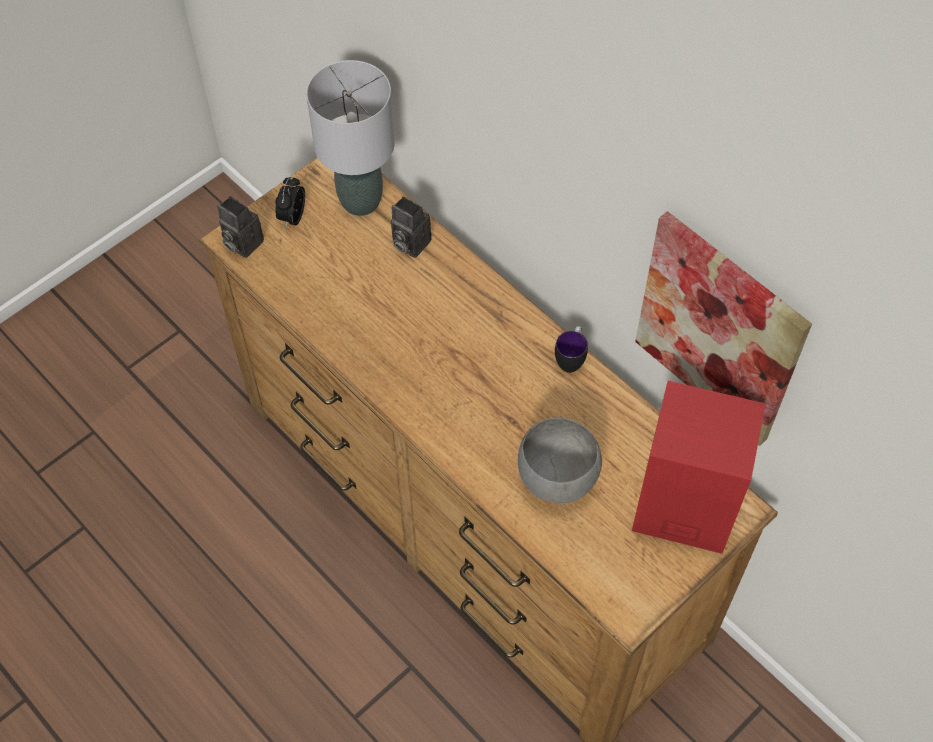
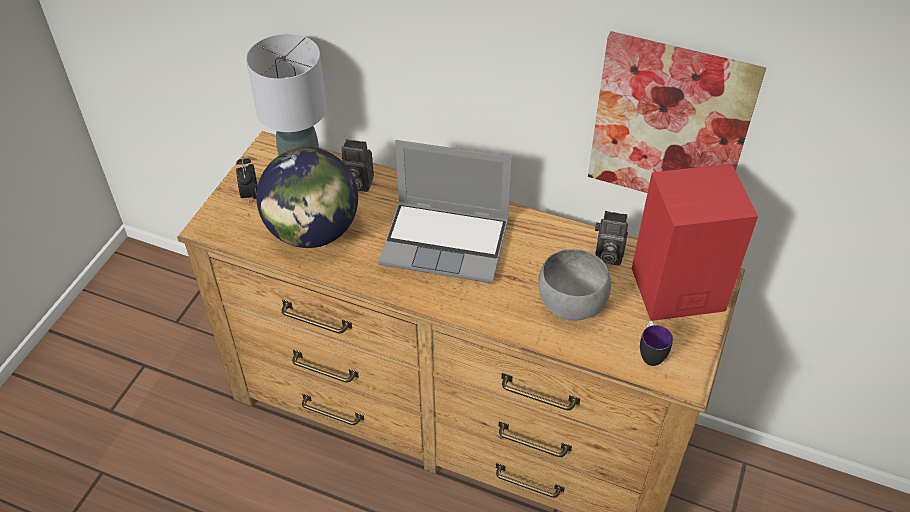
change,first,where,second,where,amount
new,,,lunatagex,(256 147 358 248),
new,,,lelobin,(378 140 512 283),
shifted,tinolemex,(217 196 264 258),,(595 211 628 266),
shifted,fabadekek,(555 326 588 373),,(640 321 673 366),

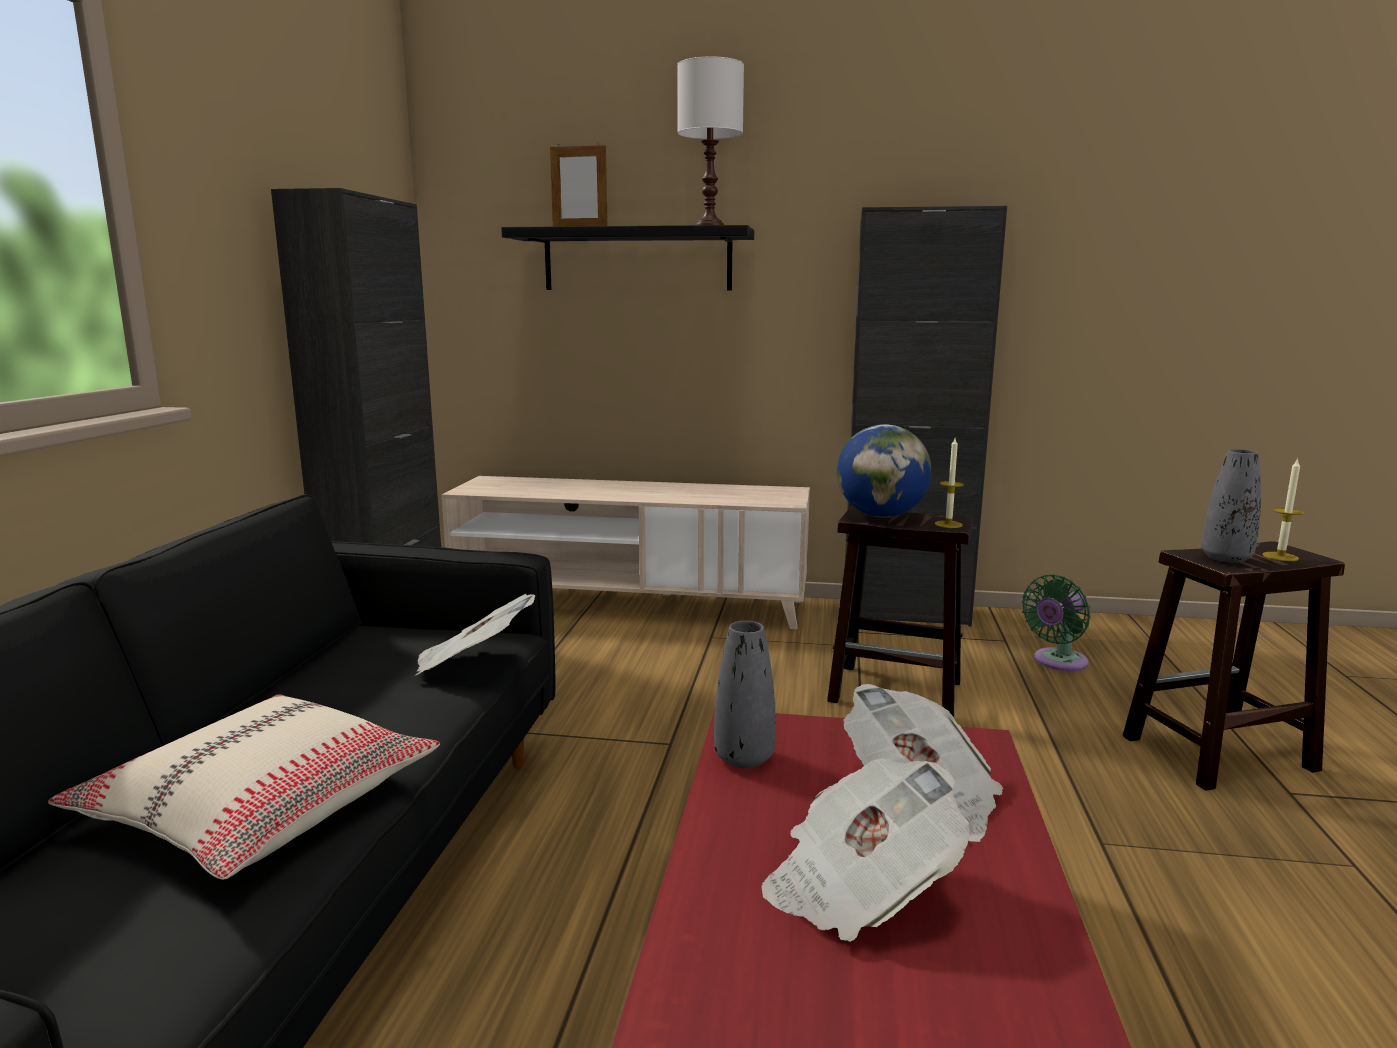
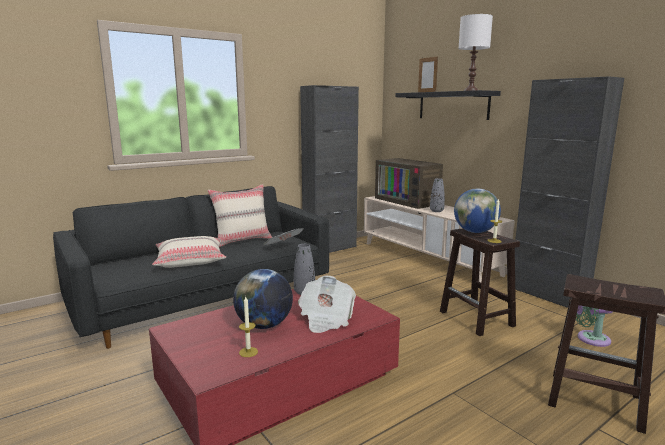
change,first,where,second,where,amount
new,,,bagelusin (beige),(208 184 272 247),
swapped,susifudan,(761 758 970 942),lunatagex,(233 269 293 329),
shifted,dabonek,(1262 458 1304 561),,(239 297 258 357),
new,,,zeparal,(375 158 443 209),
shifted,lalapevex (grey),(1201 449 1261 563),,(430 178 445 212),

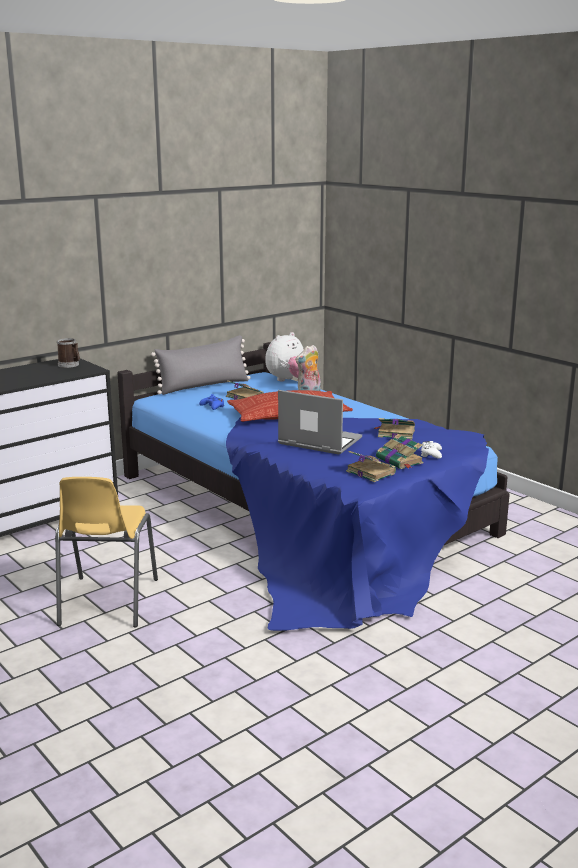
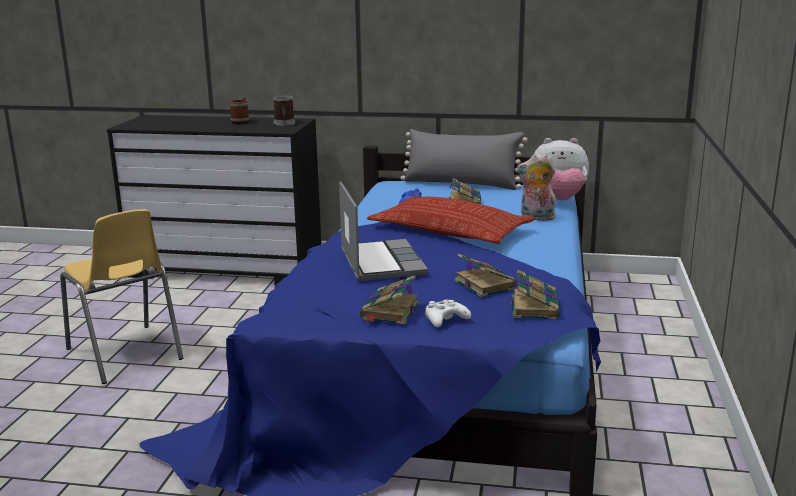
change,first,where,second,where,amount
rotated,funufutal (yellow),(55 477 158 627),,(60 209 183 384),90 degrees counterclockwise
new,,,fabadekek,(230 97 250 124),
shifted,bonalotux,(346 451 396 482),,(511 270 560 319),

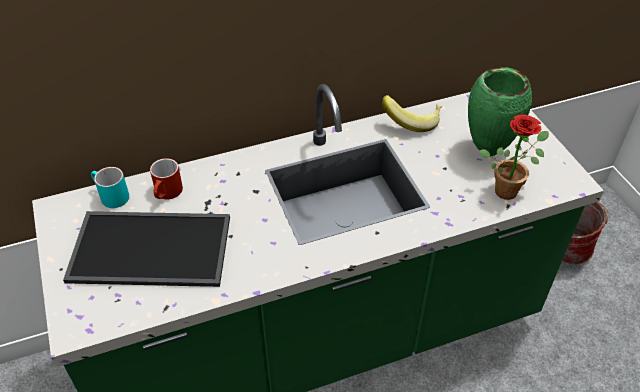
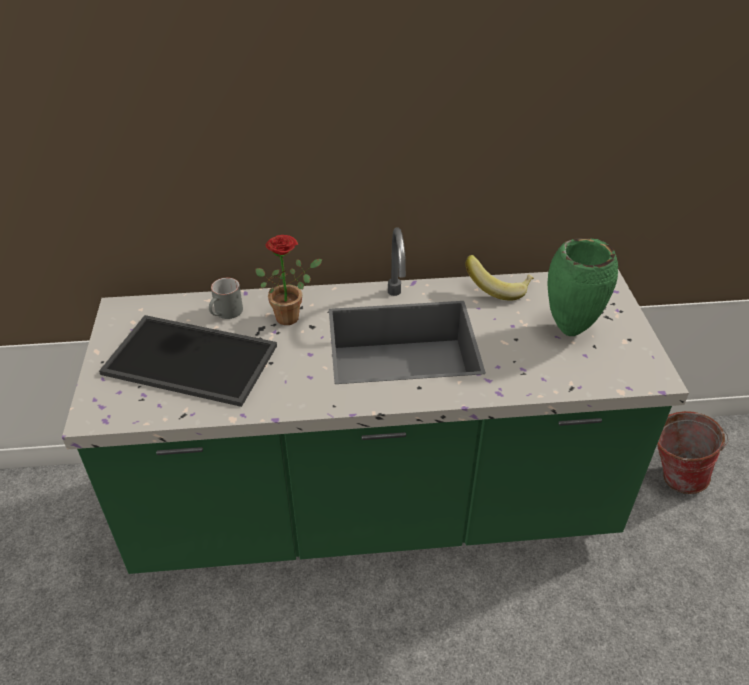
change,first,where,second,where,amount
repainted,fabadekek (red),(150 158 183 199),fabadekek (grey),(209 278 243 319),
shifted,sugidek,(479 115 549 200),,(255 235 322 325),
gone,fabadekek (turquoise),(91 167 129 208),,,

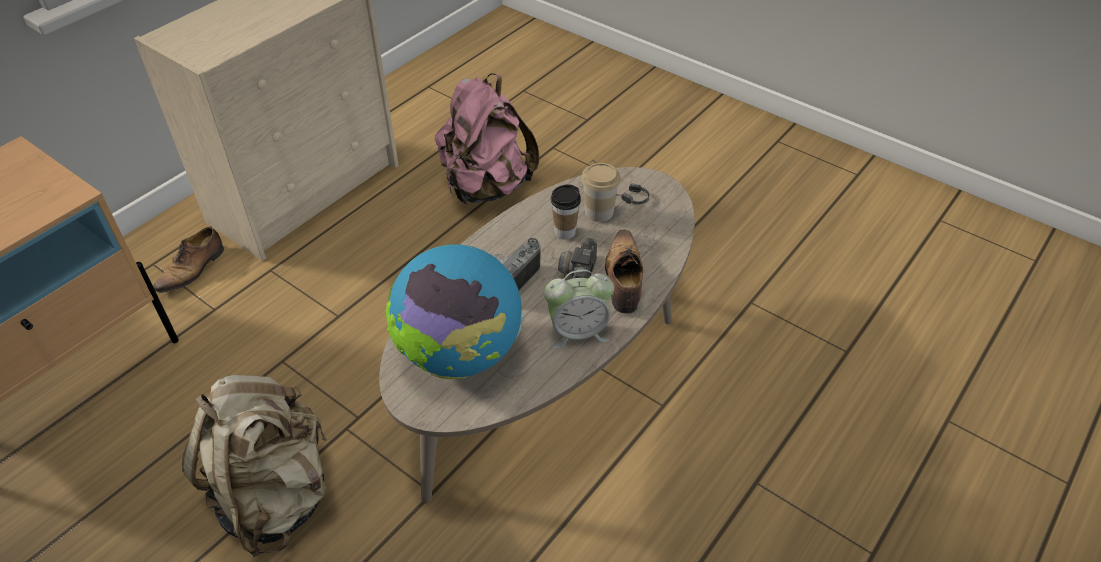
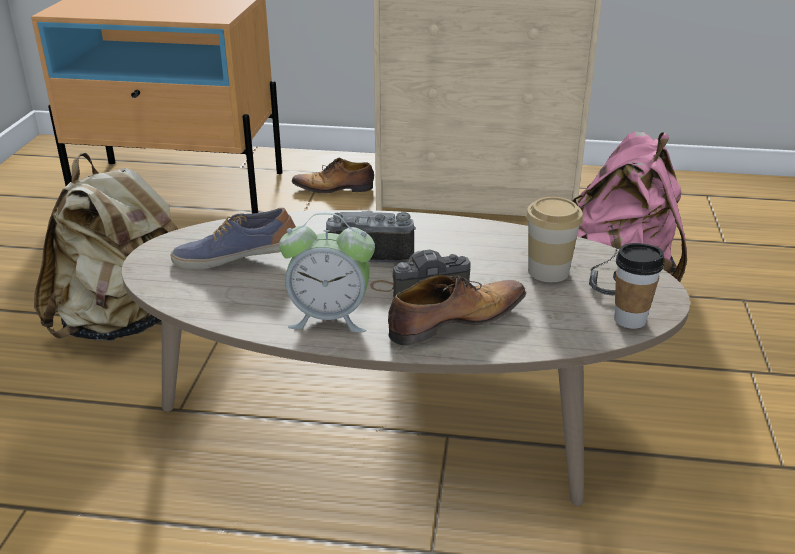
change,first,where,second,where,amount
swapped,lunatagex,(386 244 524 379),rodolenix,(170 208 296 270),
rotated,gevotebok,(544 270 614 349),,(279 213 375 332),45 degrees counterclockwise
shifted,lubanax,(551 184 581 239),,(614 243 664 329),

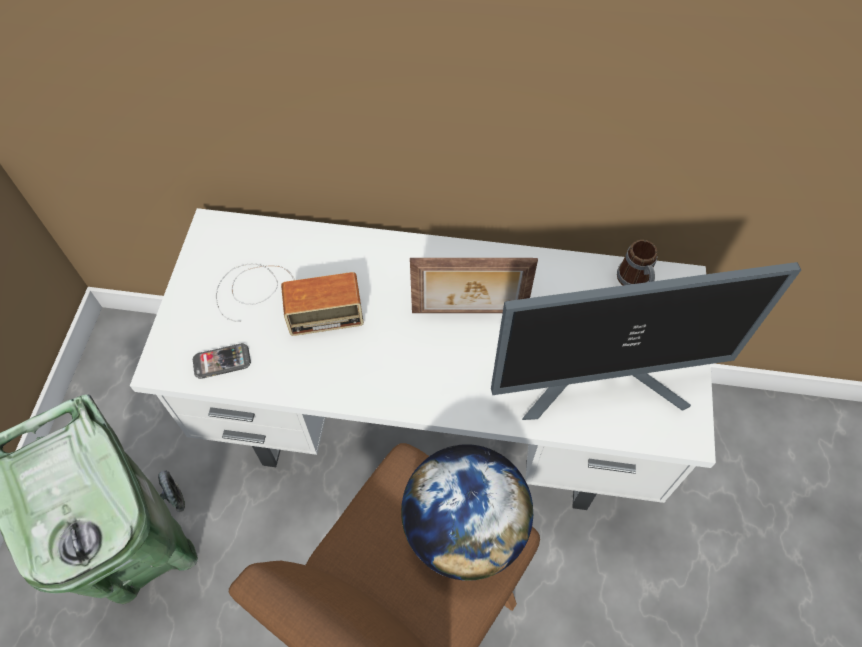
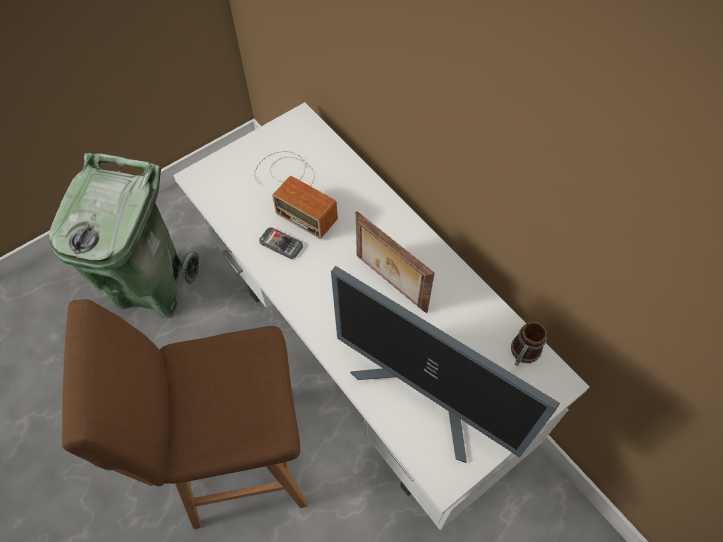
change,first,where,second,where,amount
shifted,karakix,(193 343 251 379),,(259 227 303 259),
gone,lunatagex,(401 444 533 581),,,

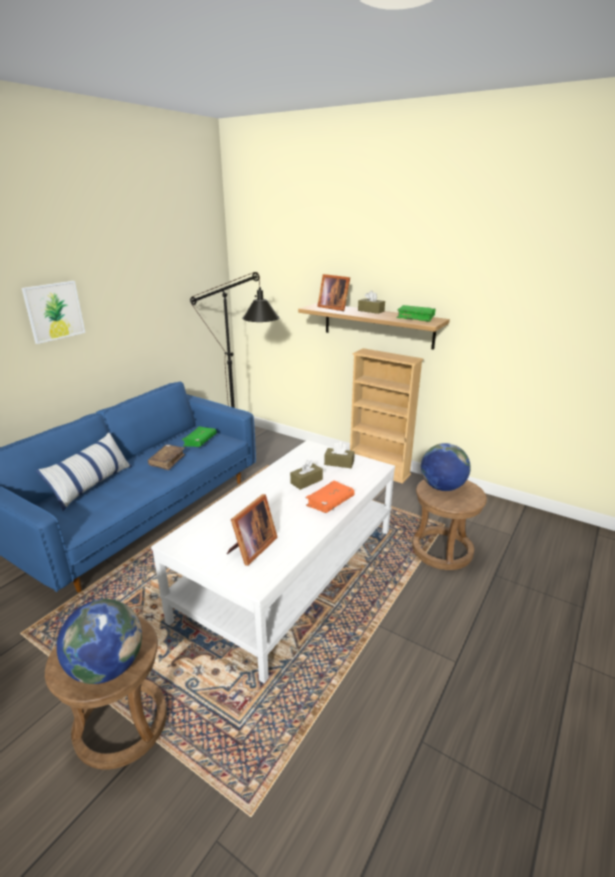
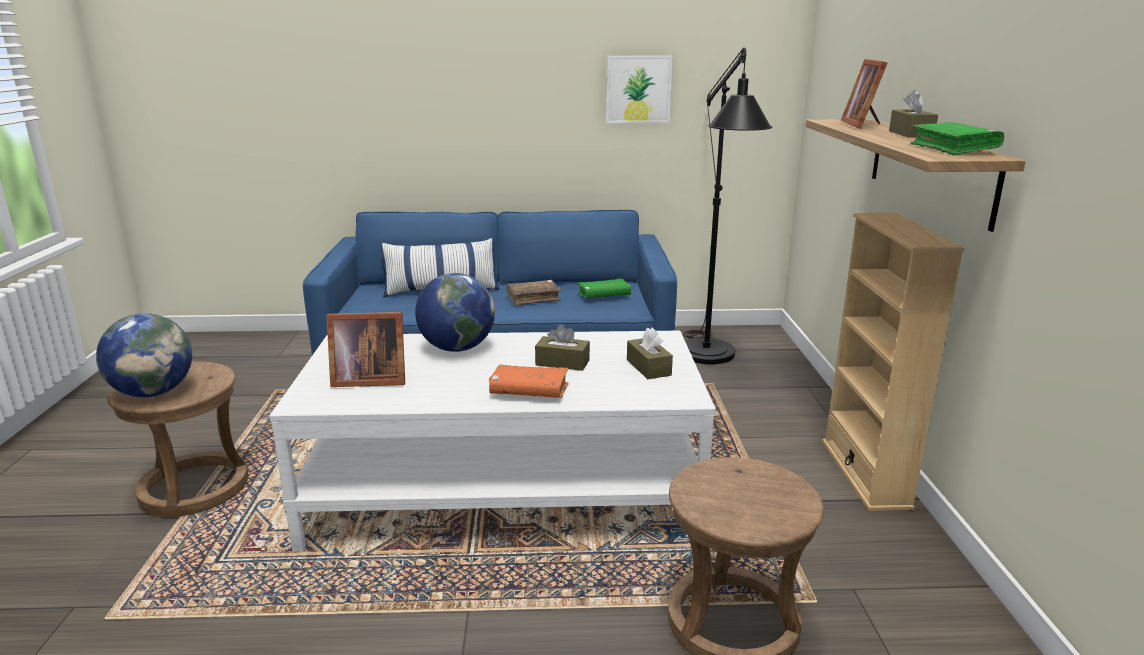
change,first,where,second,where,amount
shifted,lunatagex,(421 443 471 491),,(415 273 495 352),
shifted,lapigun,(22 281 85 344),,(606 56 673 123),

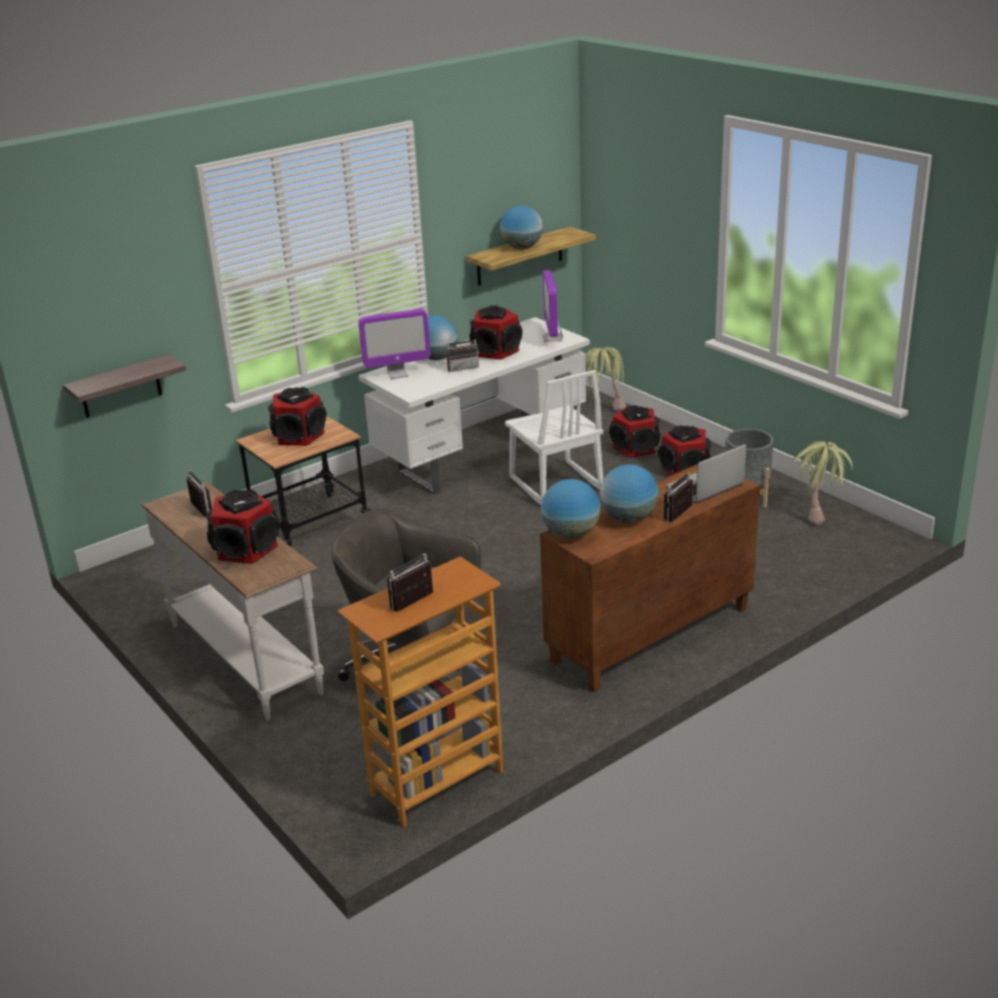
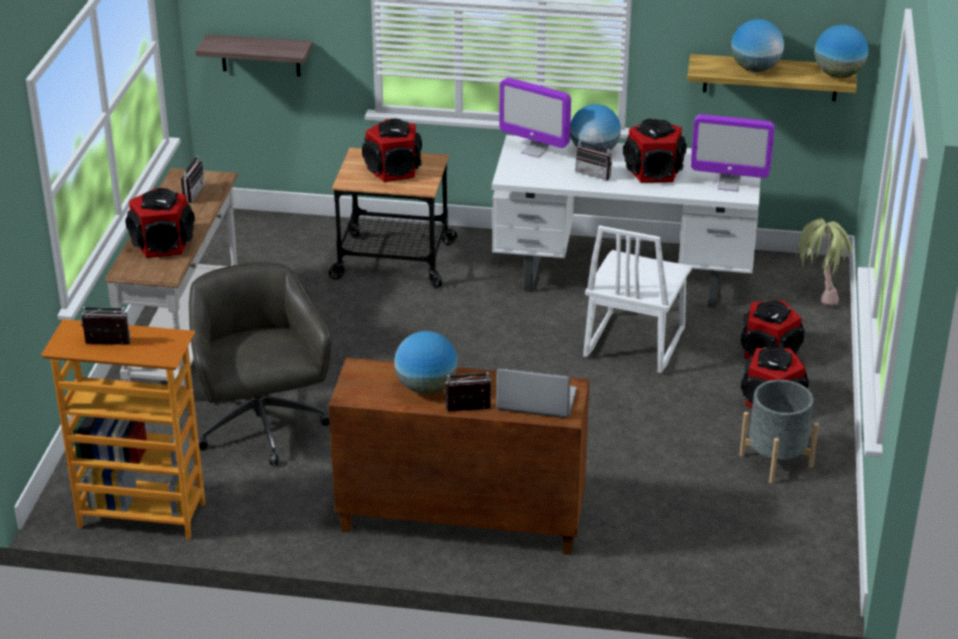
change,first,where,second,where,amount
rotated,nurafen,(543 270 563 342),,(691 114 775 192),120 degrees counterclockwise
shifted,lunatagex,(541 479 601 539),,(815 25 868 78),
gone,sugidek,(792 441 853 525),,,

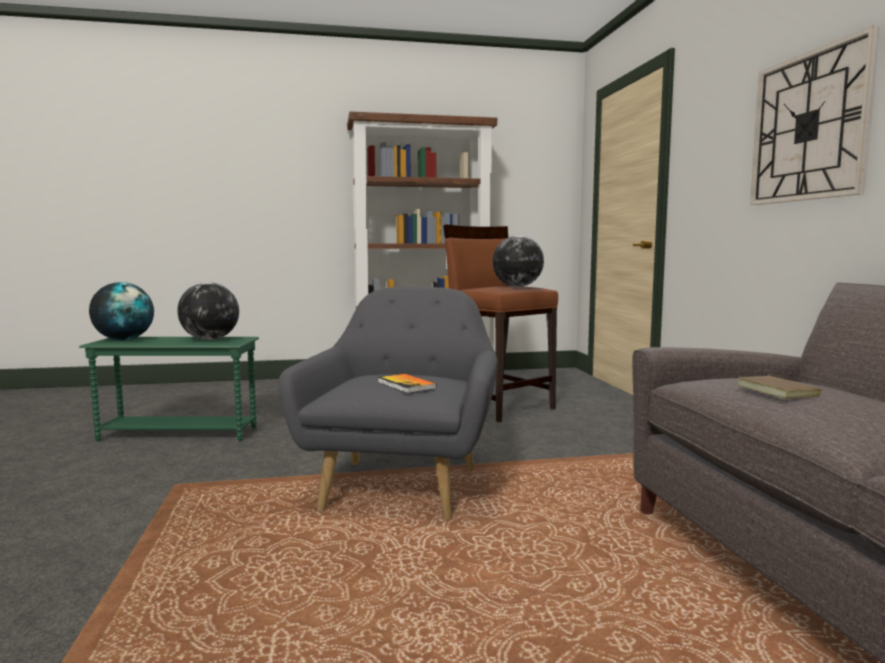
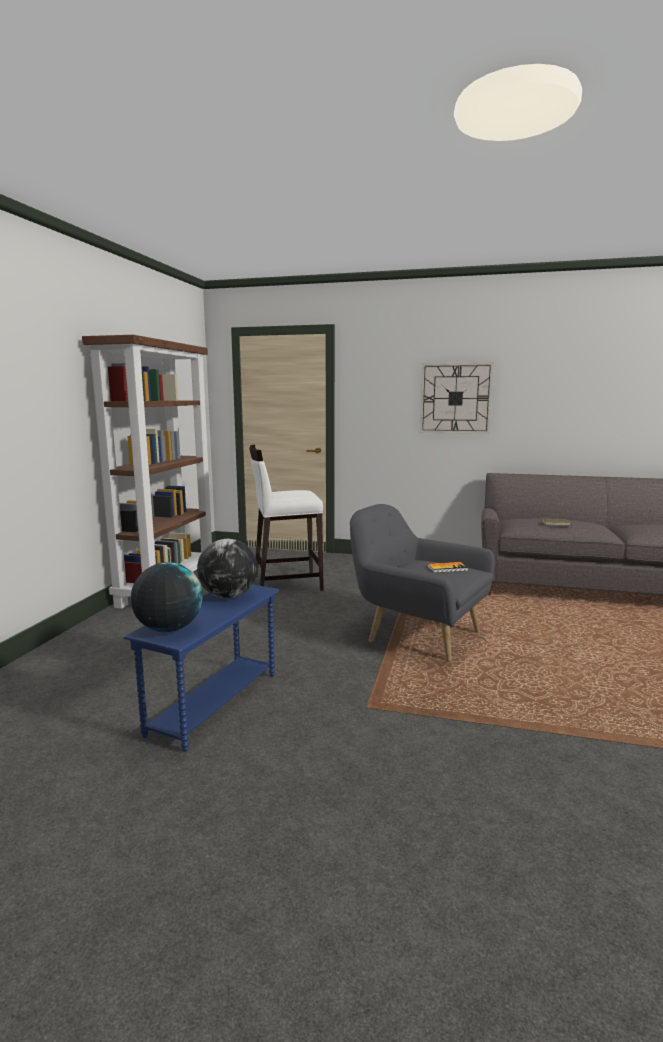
change,first,where,second,where,amount
repainted,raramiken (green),(79 337 259 442),raramiken (blue),(123 584 279 752),
repainted,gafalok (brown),(443 224 558 422),gafalok (white),(249 444 324 591),
gone,lunatagex,(492 235 544 287),,,

